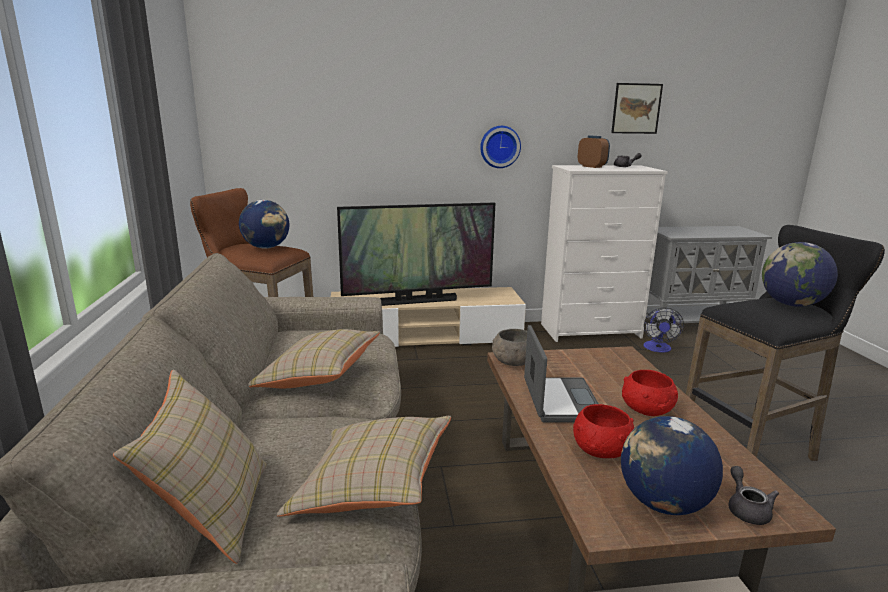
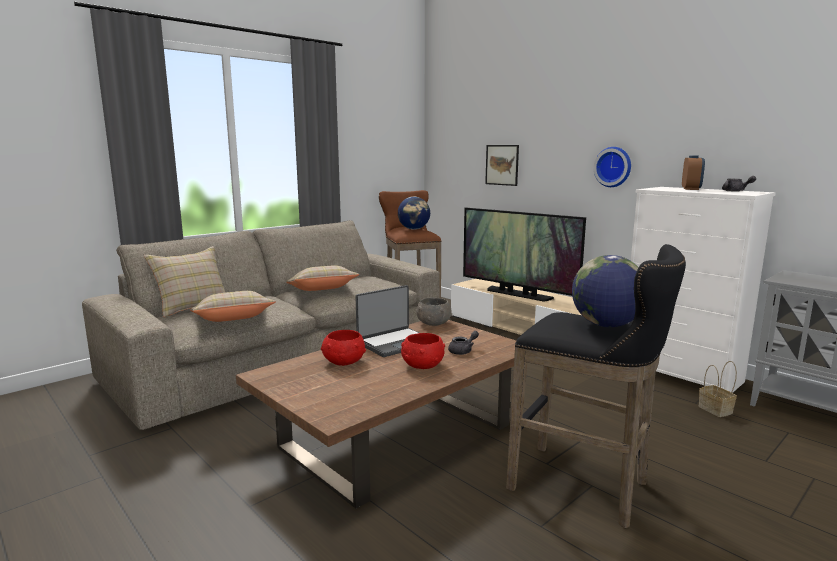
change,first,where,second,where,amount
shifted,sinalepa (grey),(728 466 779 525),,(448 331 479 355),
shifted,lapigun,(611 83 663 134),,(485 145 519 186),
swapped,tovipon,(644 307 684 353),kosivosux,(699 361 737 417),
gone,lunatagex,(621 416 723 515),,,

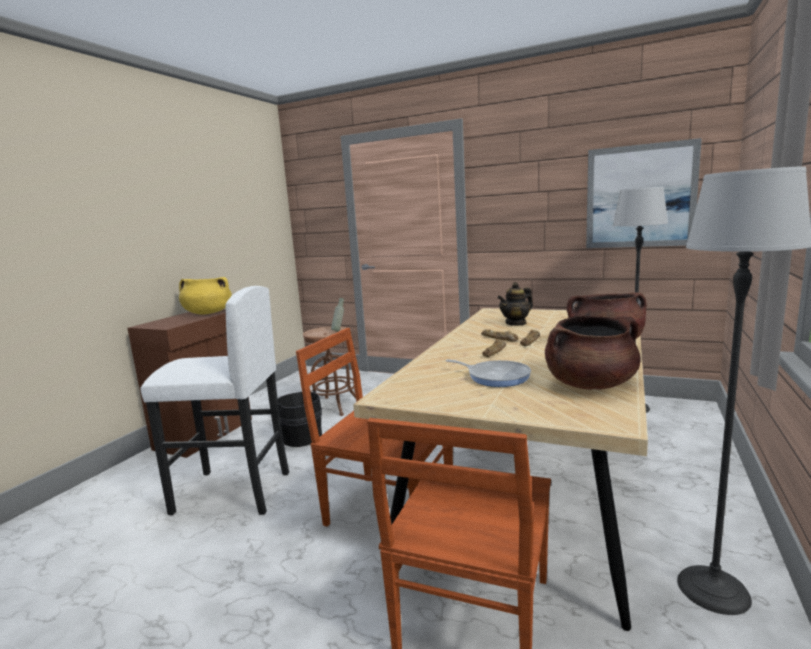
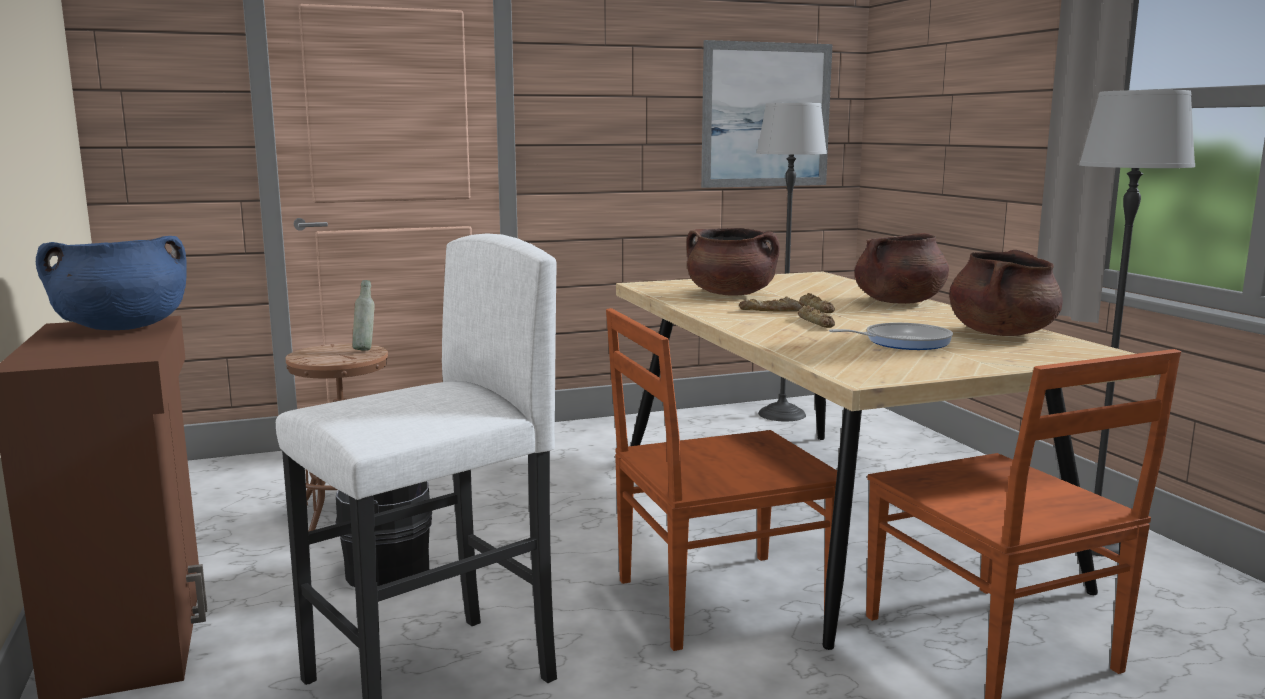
change,first,where,second,where,amount
repainted,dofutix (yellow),(179 277 232 314),dofutix (blue),(36 236 187 330),
swapped,sinalepa,(497 282 533 326),dofutix (brown),(687 228 779 295),

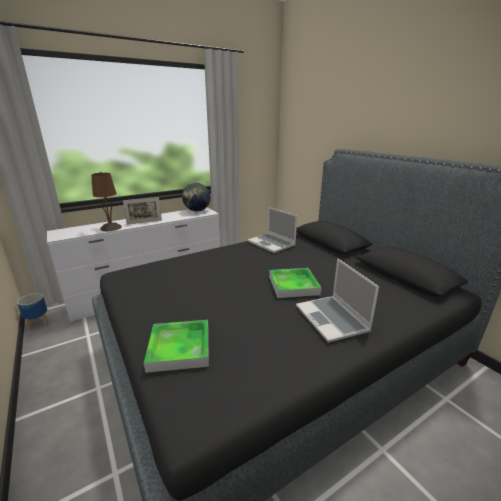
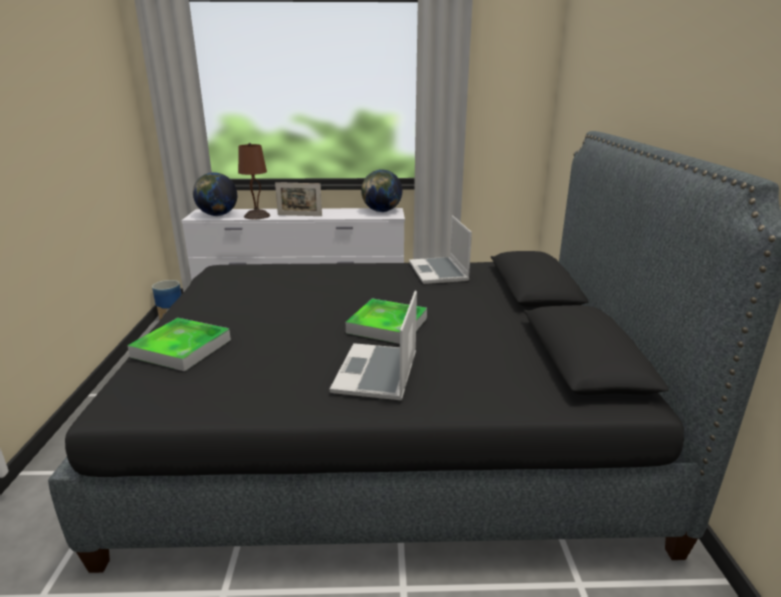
change,first,where,second,where,amount
new,,,lunatagex,(193 172 237 216),

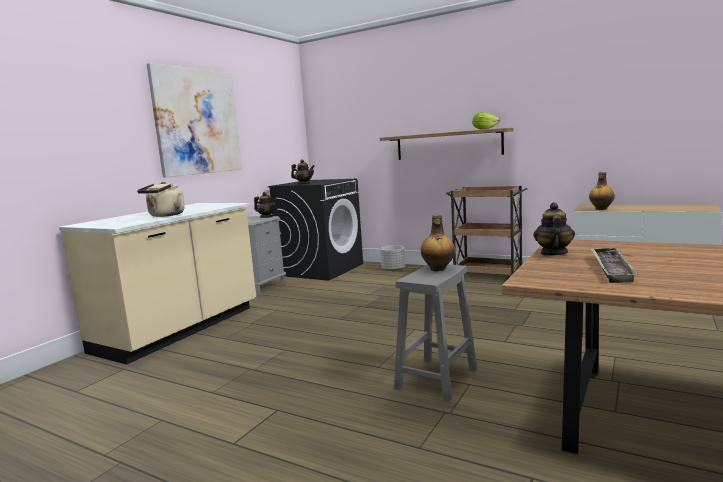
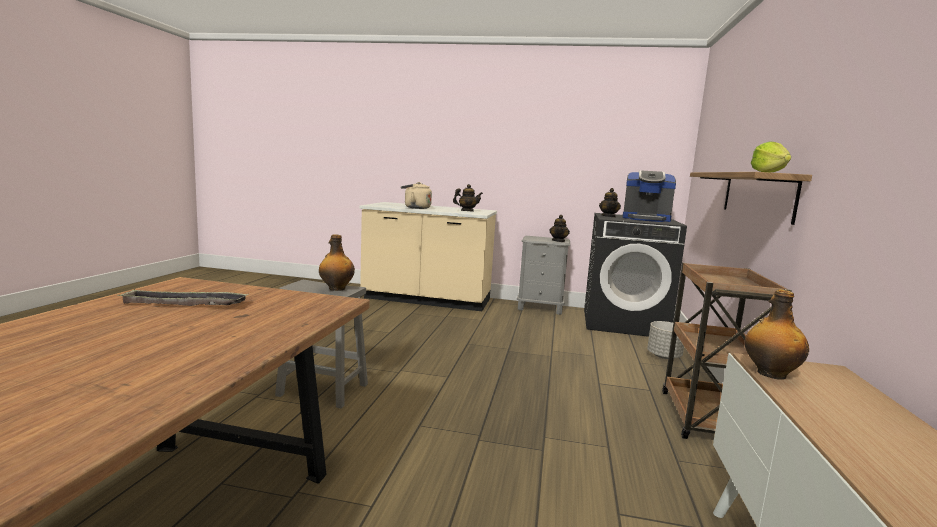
change,first,where,second,where,amount
shifted,sinalepa,(534 202 575 256),,(453 184 483 211),
new,,,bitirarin,(623 170 676 222),
gone,lapigun,(147 63 242 178),,,

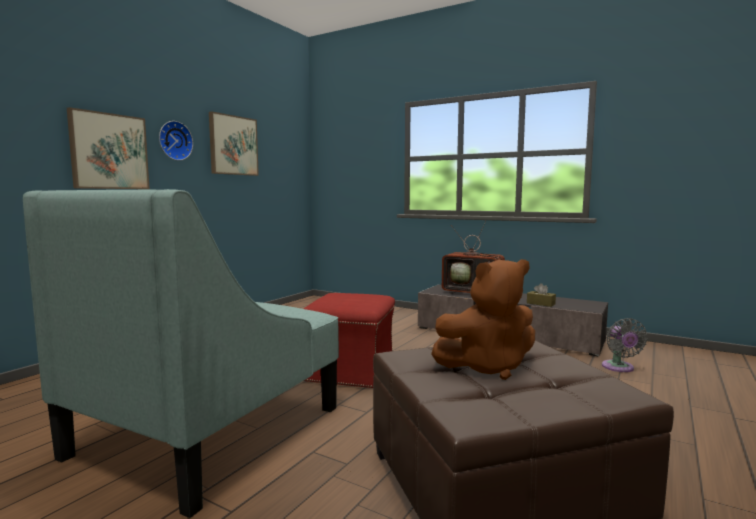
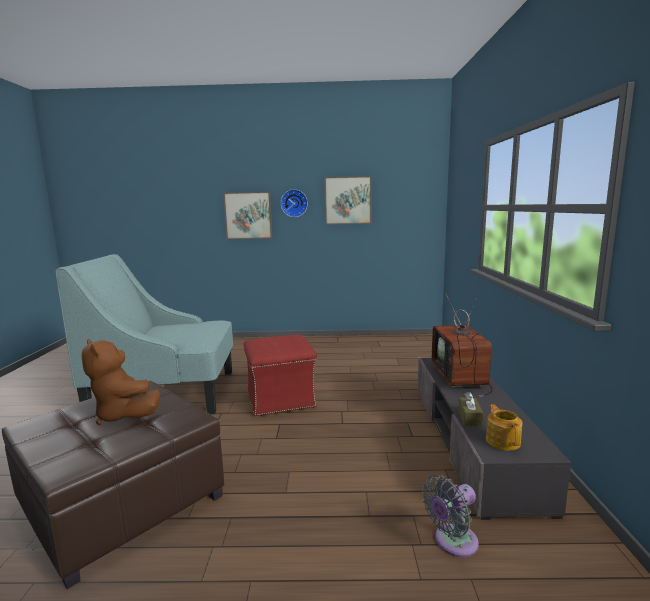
change,first,where,second,where,amount
new,,,sinalepa,(486 404 522 451),

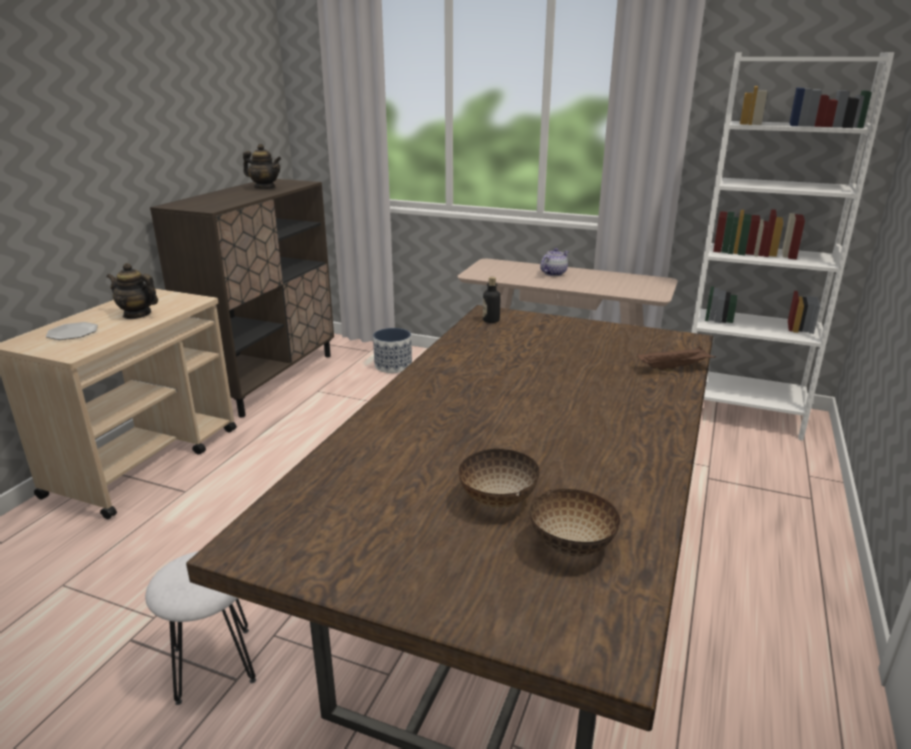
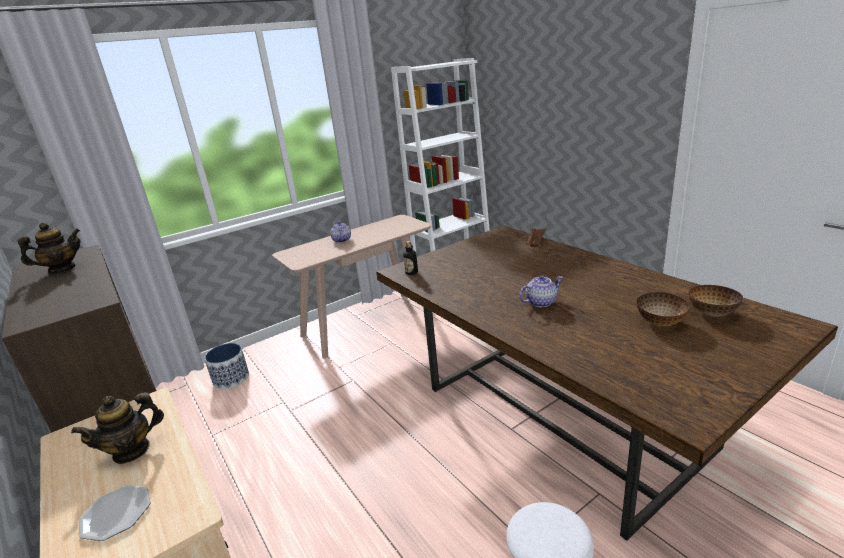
change,first,where,second,where,amount
new,,,sinalepa,(519 275 563 307),

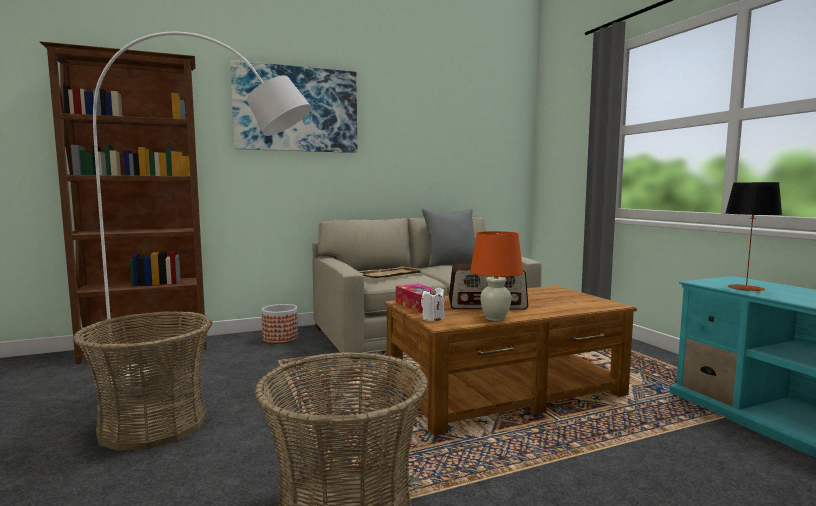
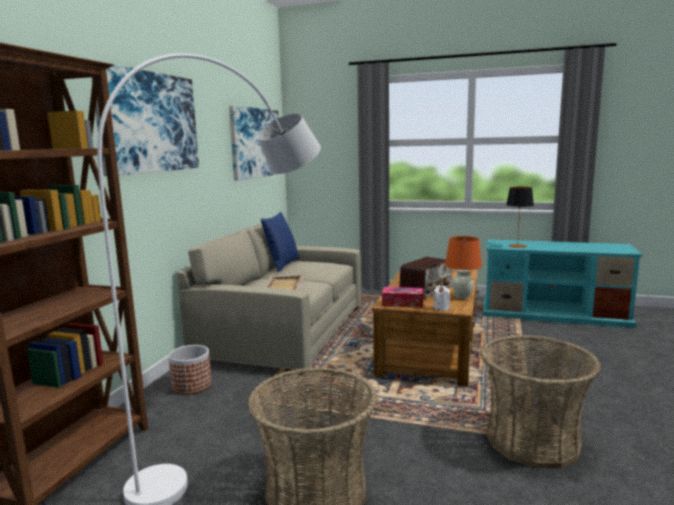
change,first,where,second,where,amount
new,,,lapigun,(229 105 279 181),
repainted,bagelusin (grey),(422 209 475 267),bagelusin (blue),(261 212 300 272),

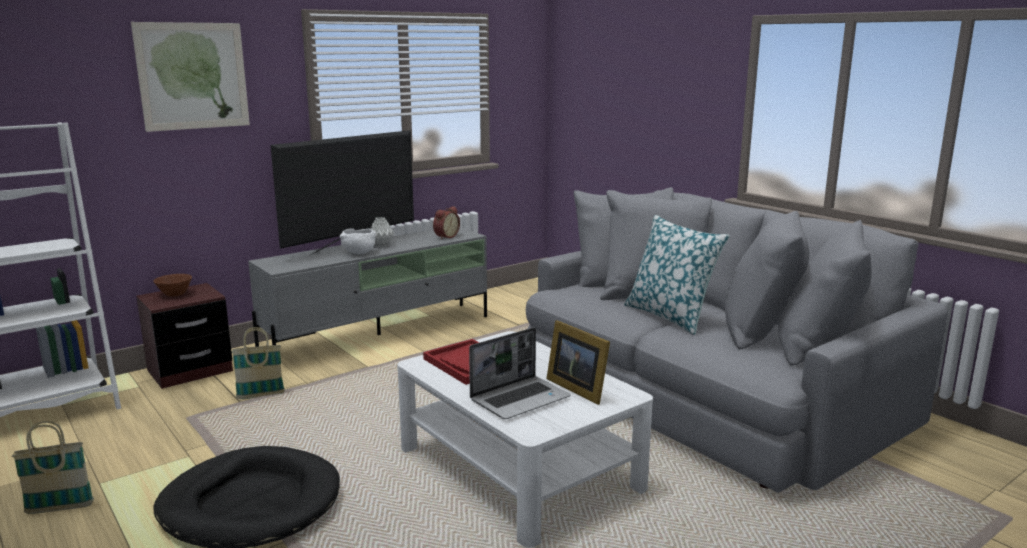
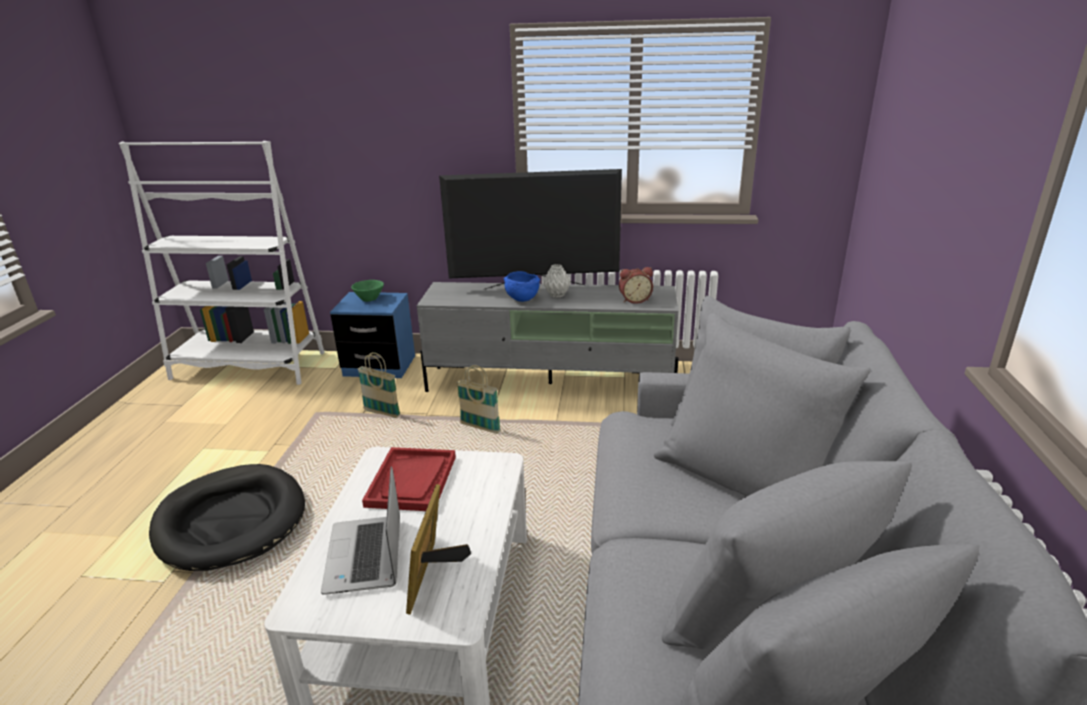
change,first,where,second,where,amount
rotated,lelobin,(469 327 571 419),,(321 466 400 595),75 degrees clockwise
repainted,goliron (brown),(136 283 233 389),goliron (blue),(330 292 415 378),
repainted,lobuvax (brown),(154 274 192 297),lobuvax (green),(351 280 384 302),
shifted,kosivosux,(12 421 94 514),,(456 365 501 434),
repainted,lobuvax (white),(339 228 376 254),lobuvax (blue),(504 271 540 302),
gone,lapigun,(131 22 250 132),,,
gone,bagelusin,(624 215 729 335),,,

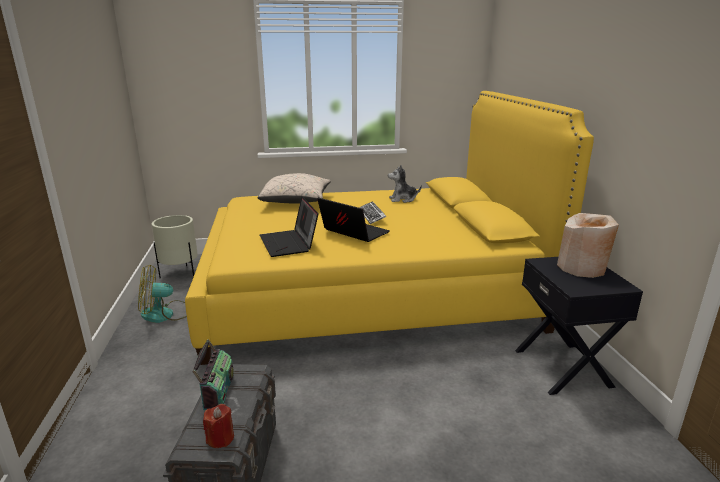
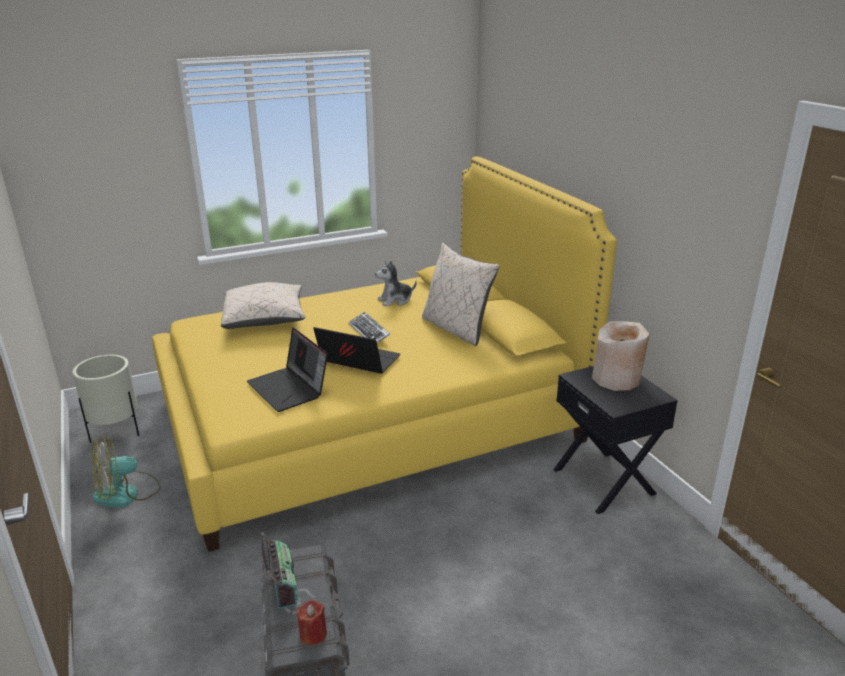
change,first,where,second,where,amount
new,,,bagelusin (beige),(422 243 499 346),

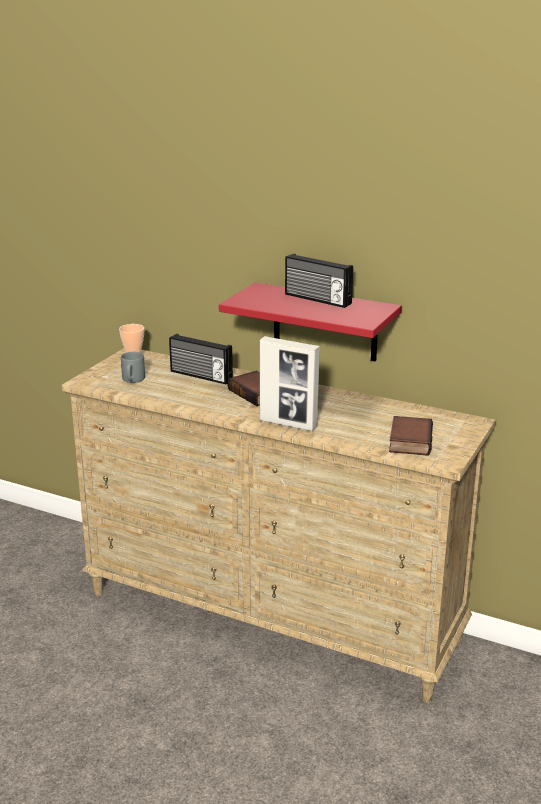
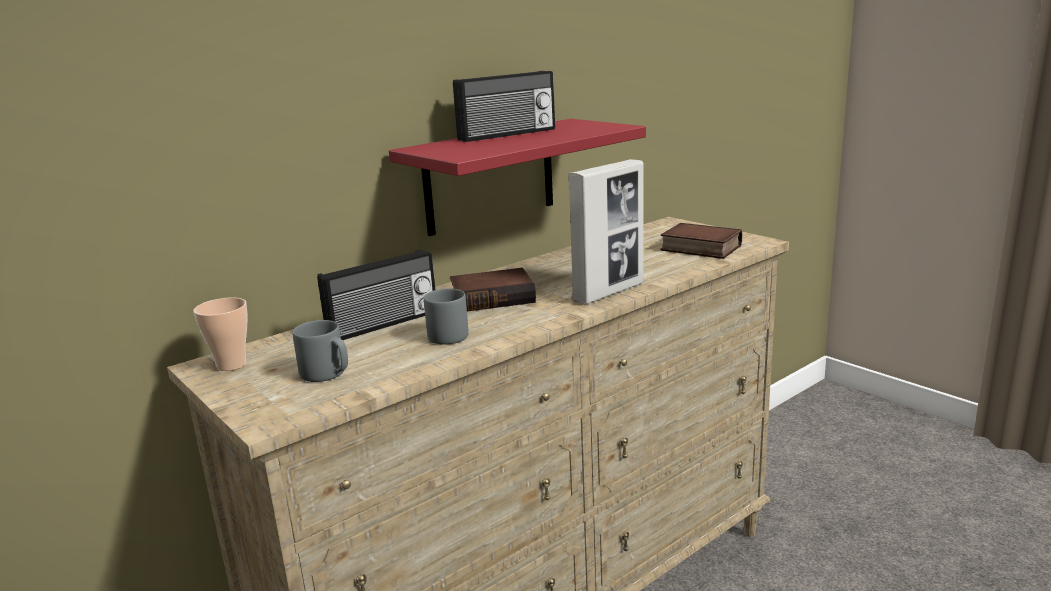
change,first,where,second,where,amount
new,,,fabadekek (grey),(424 288 469 345),

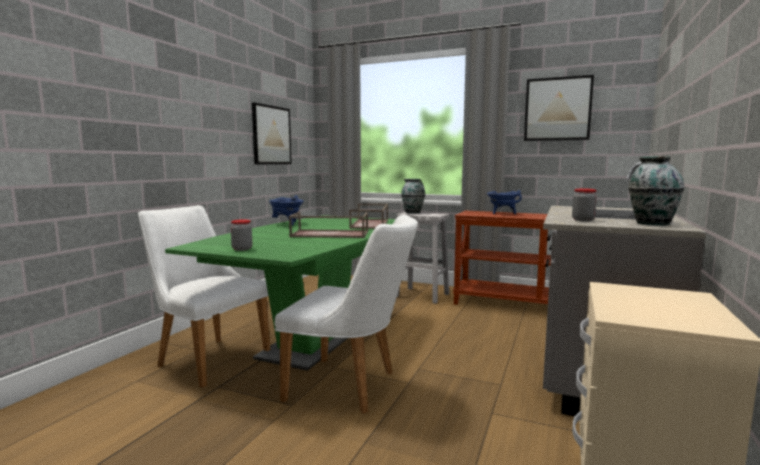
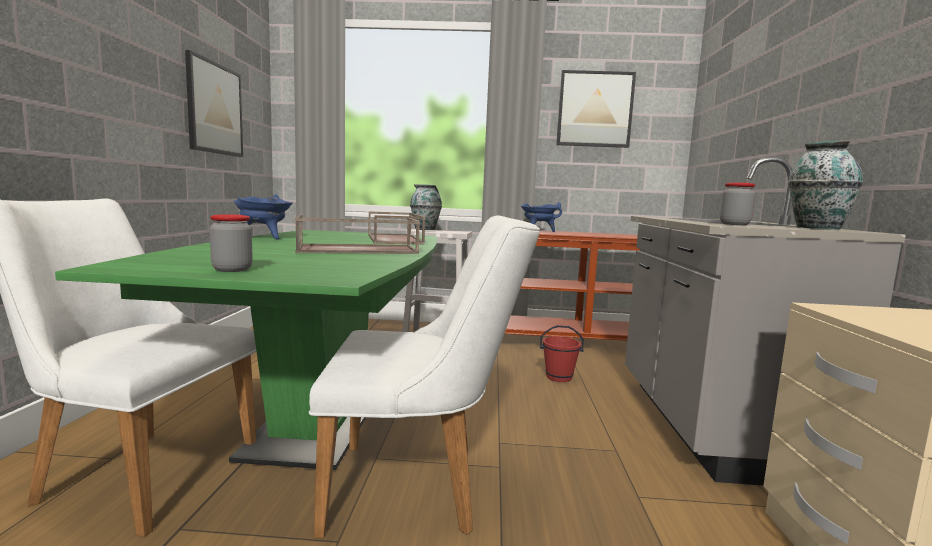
change,first,where,second,where,amount
new,,,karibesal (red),(540 325 584 382),

